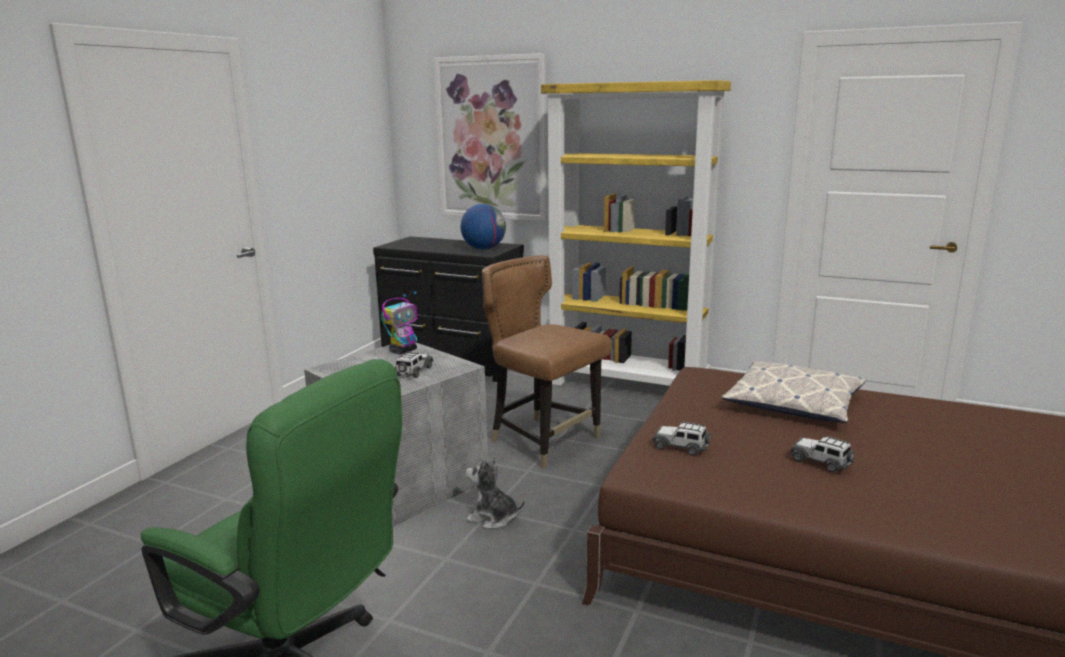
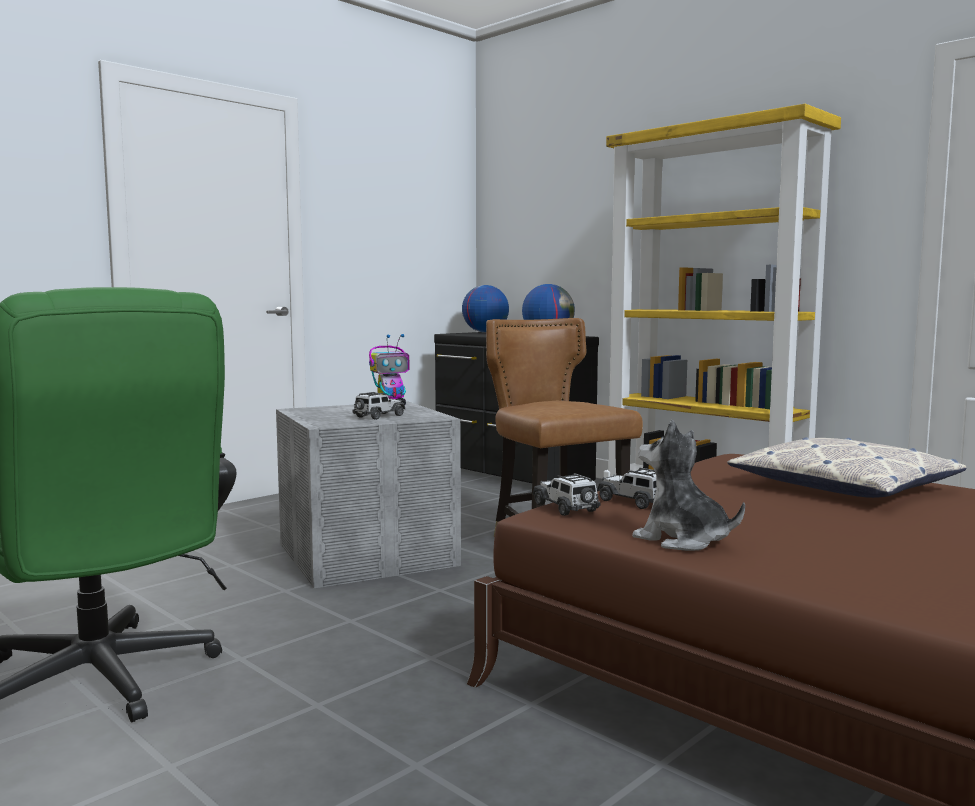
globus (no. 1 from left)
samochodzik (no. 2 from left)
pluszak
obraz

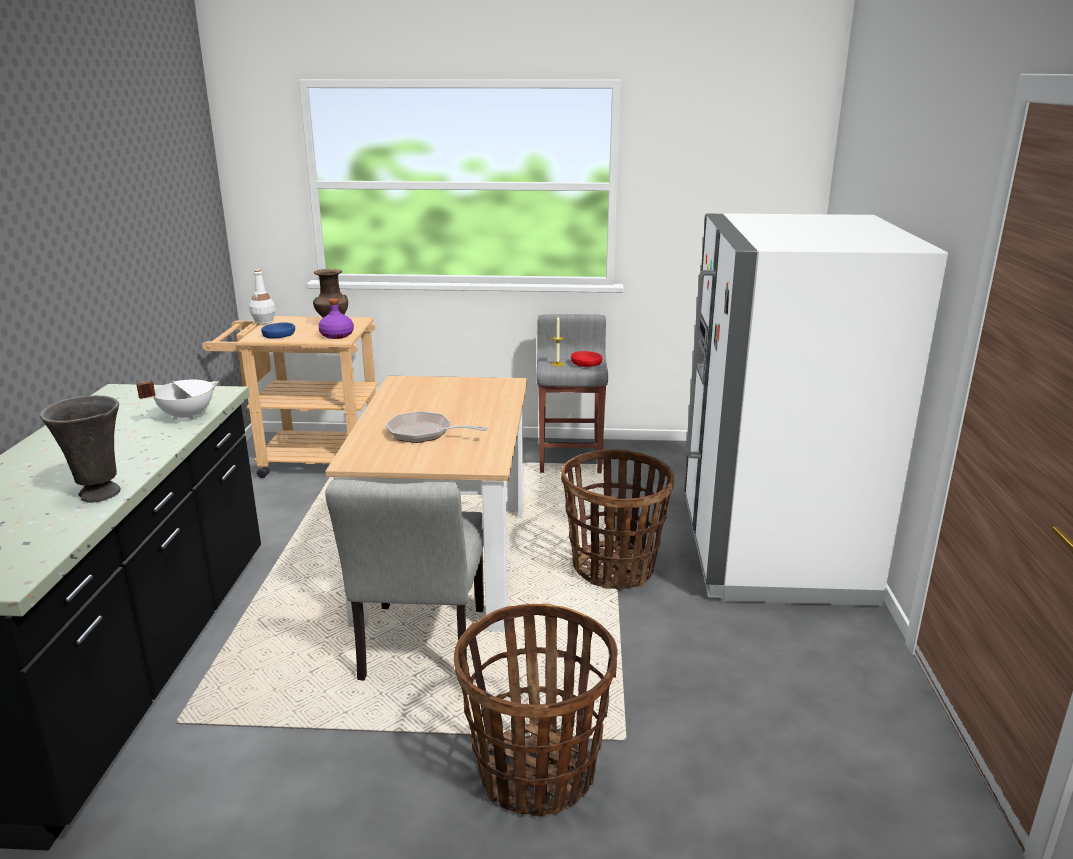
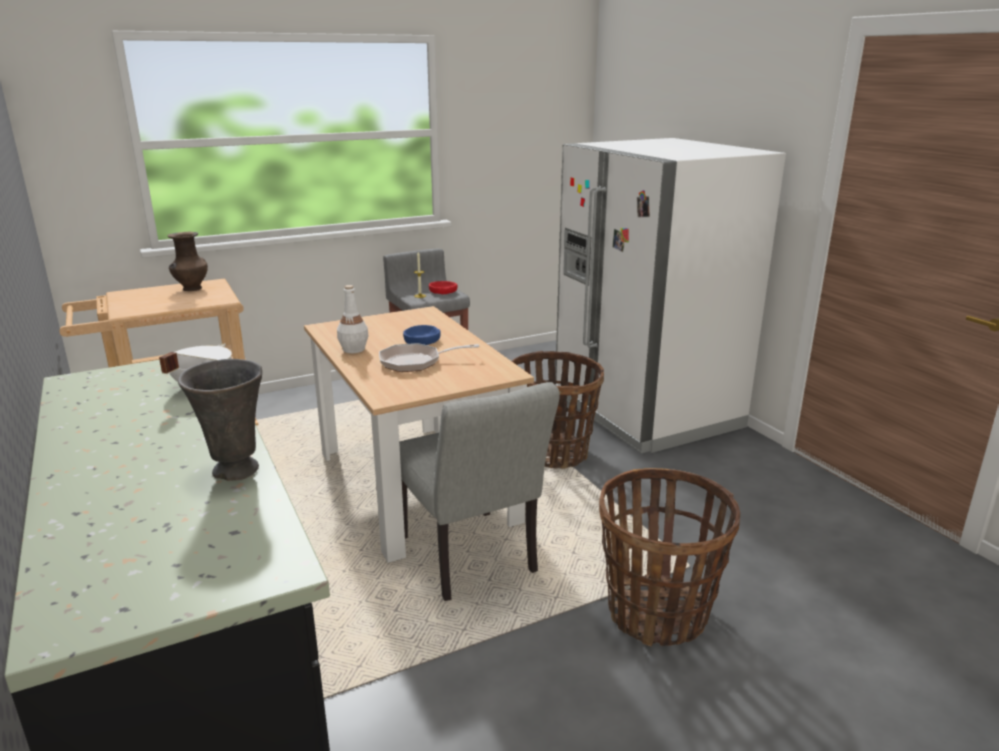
butelka/biały
miska/niebieski
butelka/fioletowy

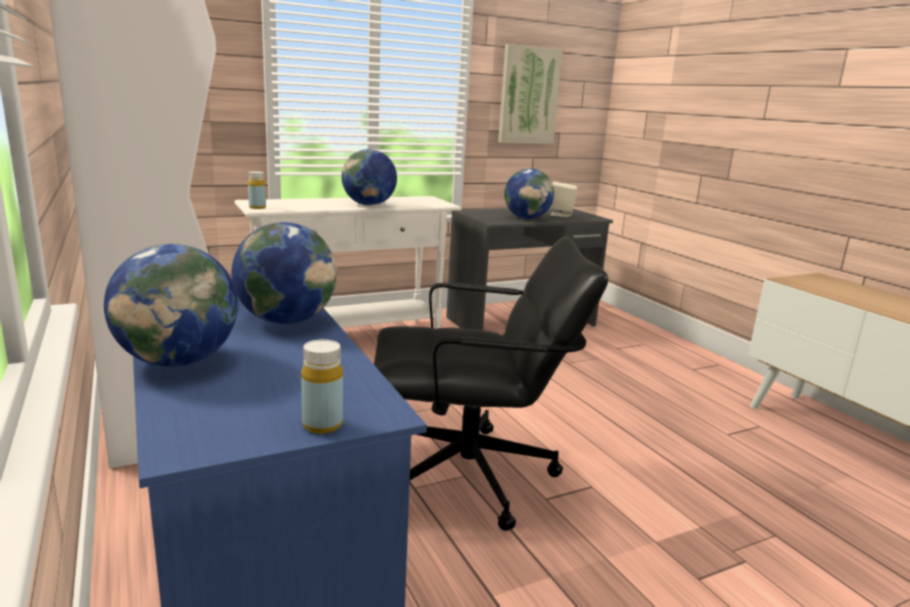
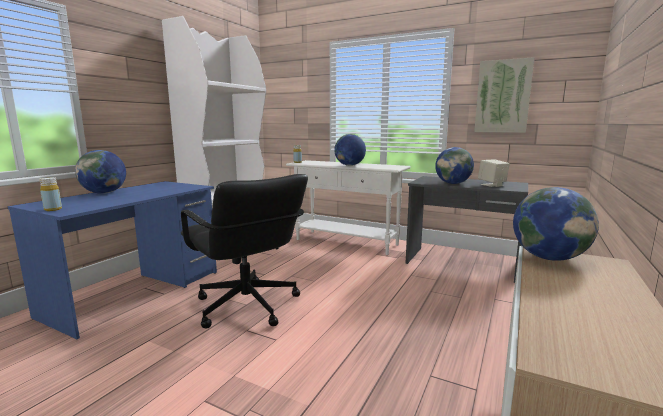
globus (no. 4 from left)

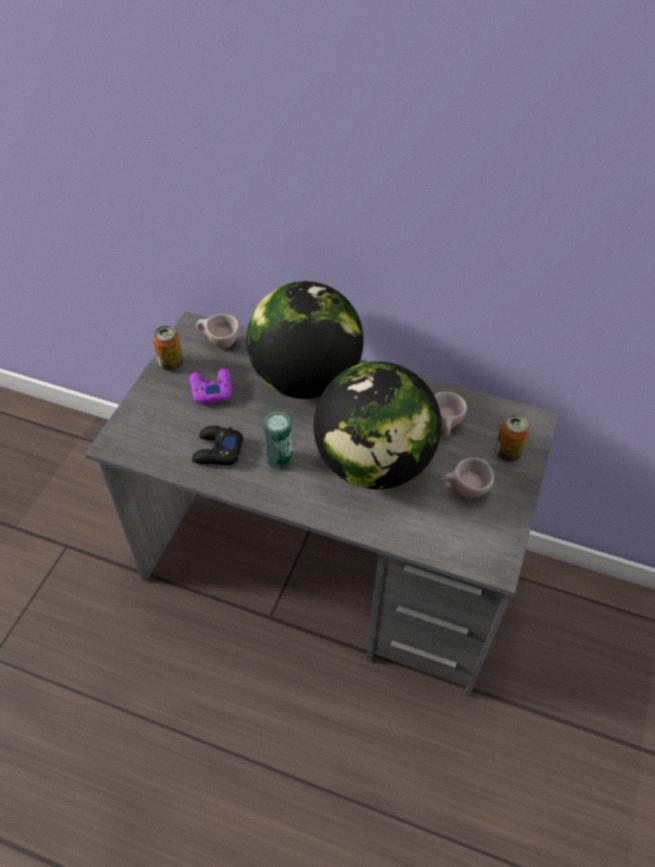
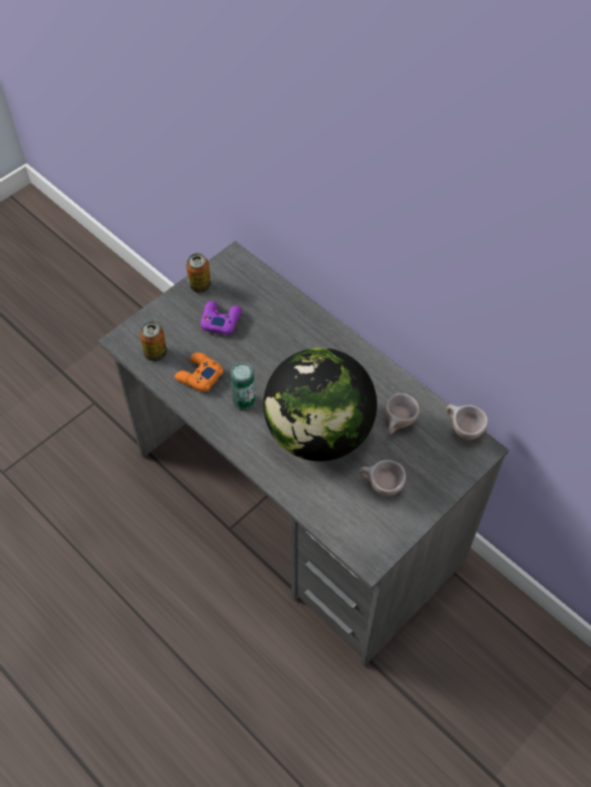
puszka (no. 1 from left)
pad do gier/pomarańczowy
filiżanka/beżowy (no. 3 from left)
globus (no. 1 from left in the first image)

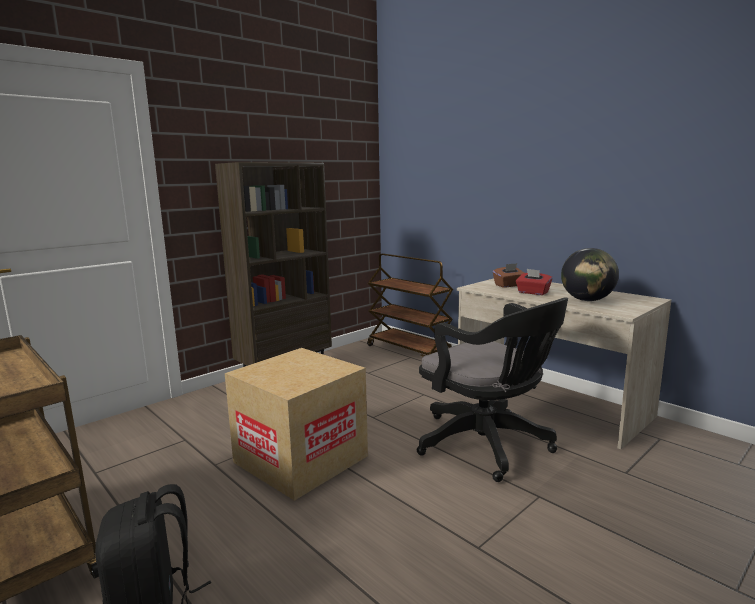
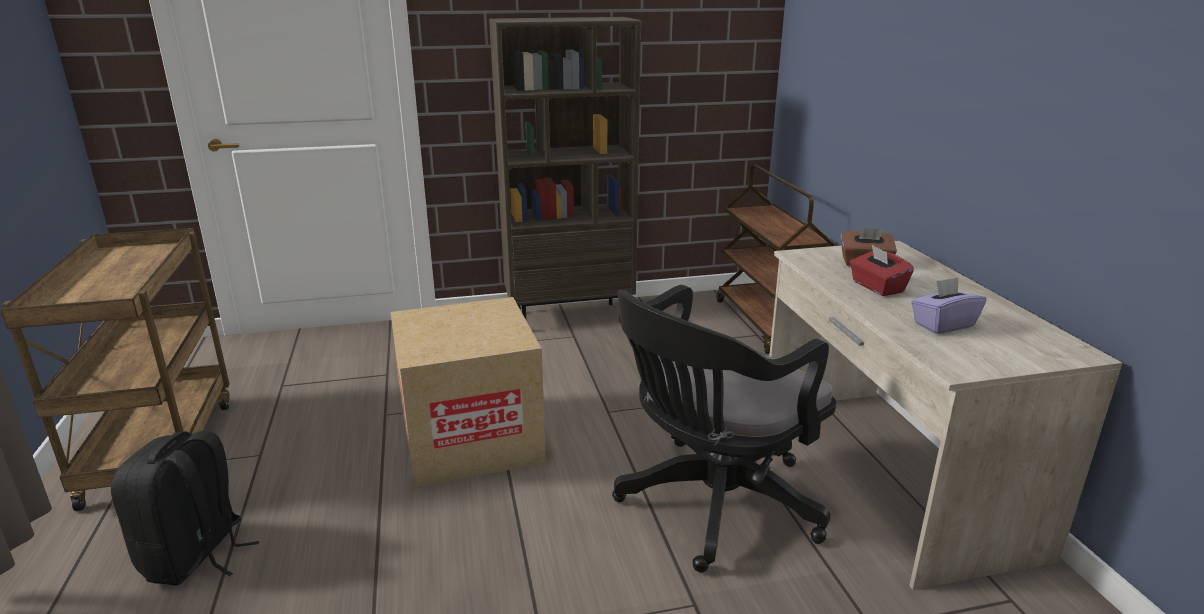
krzesło biurowe/czarny
pudełko chusteczek/fioletowy

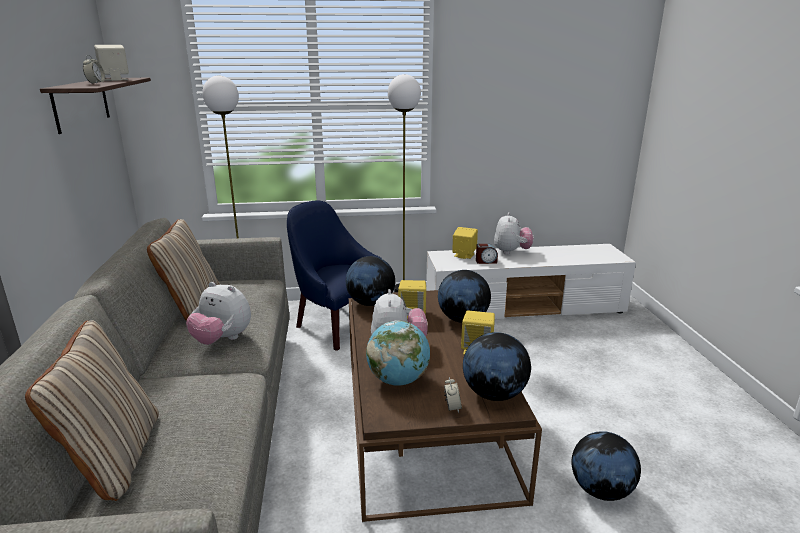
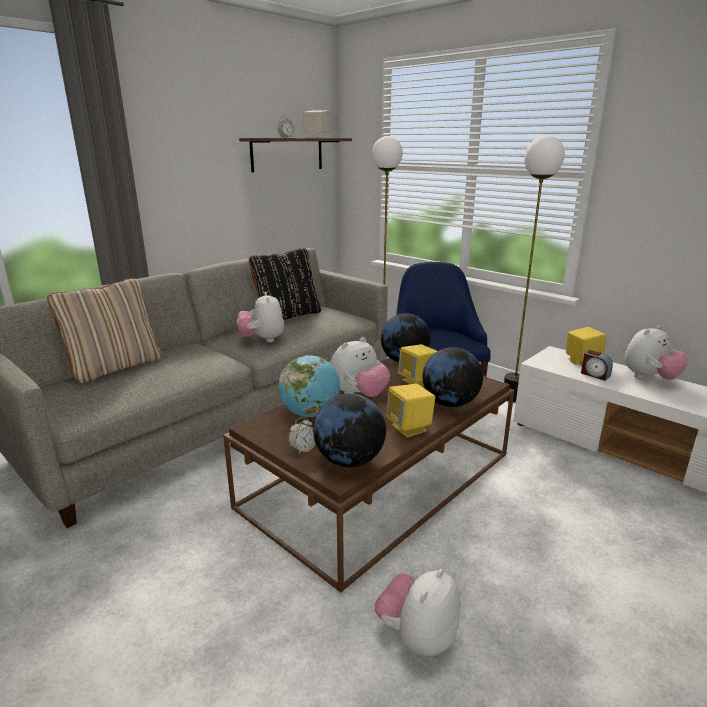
poduszka/czarny
pluszak (no. 3 from left)

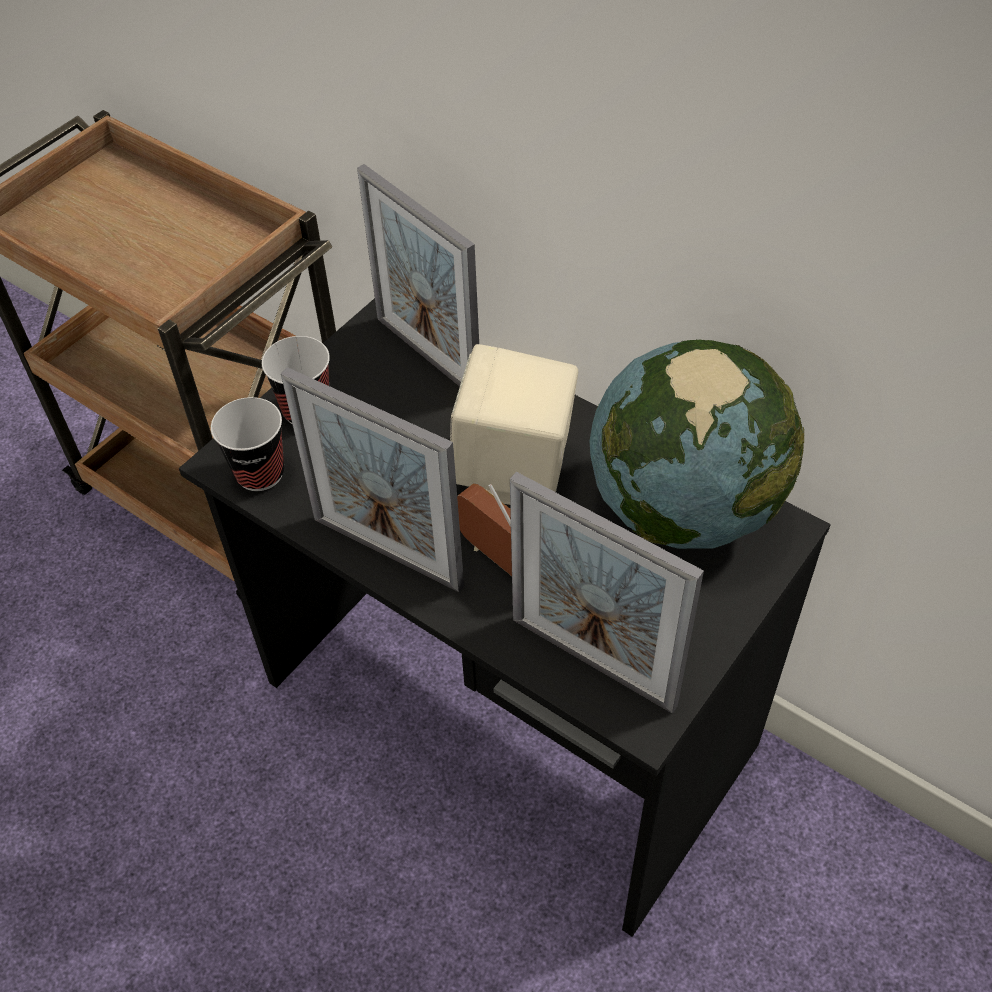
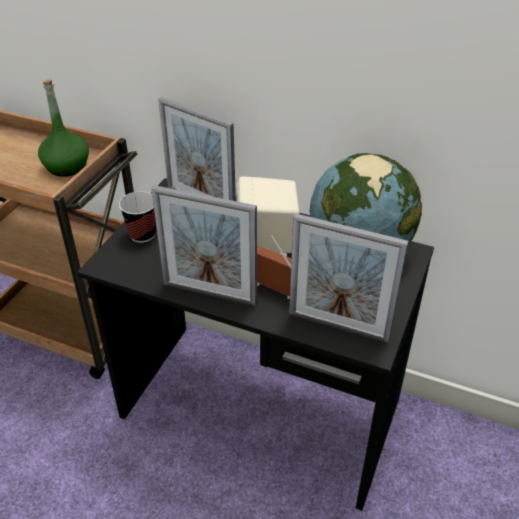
butelka/zielony
filiżanka (no. 1 from left in the first image)

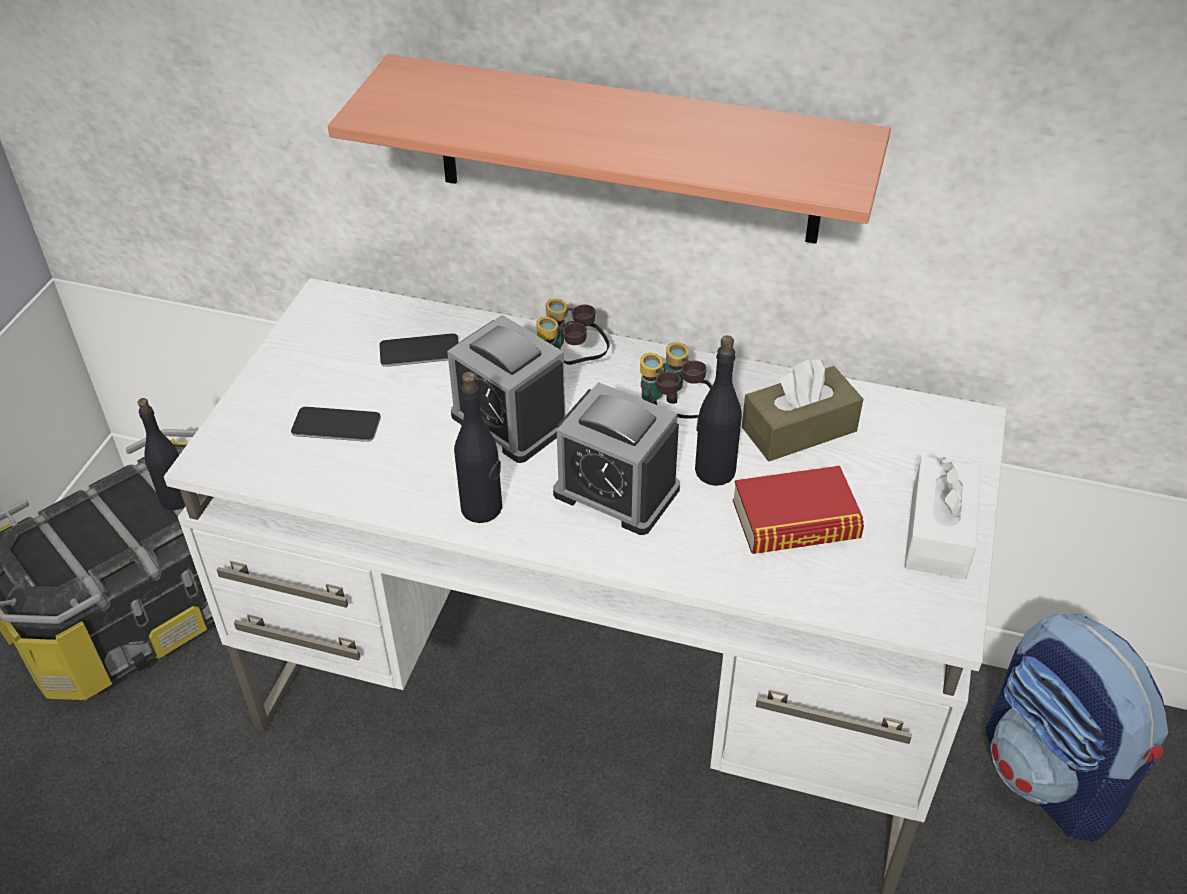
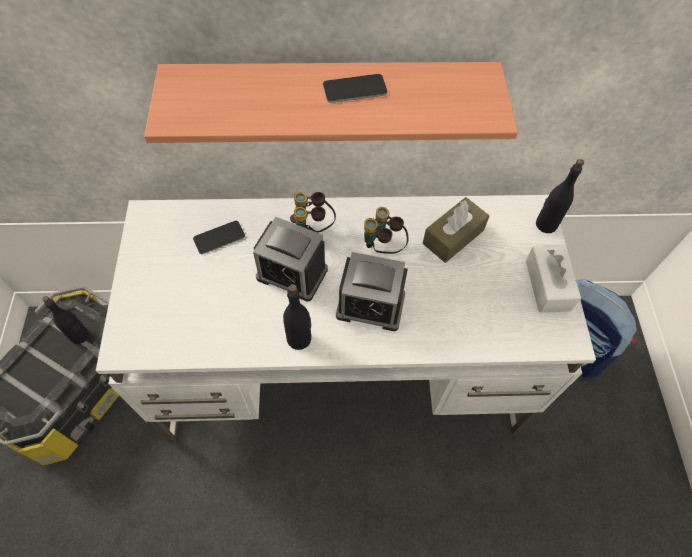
telefon (no. 2 from left)
butelka/czarny (no. 3 from left)
książka

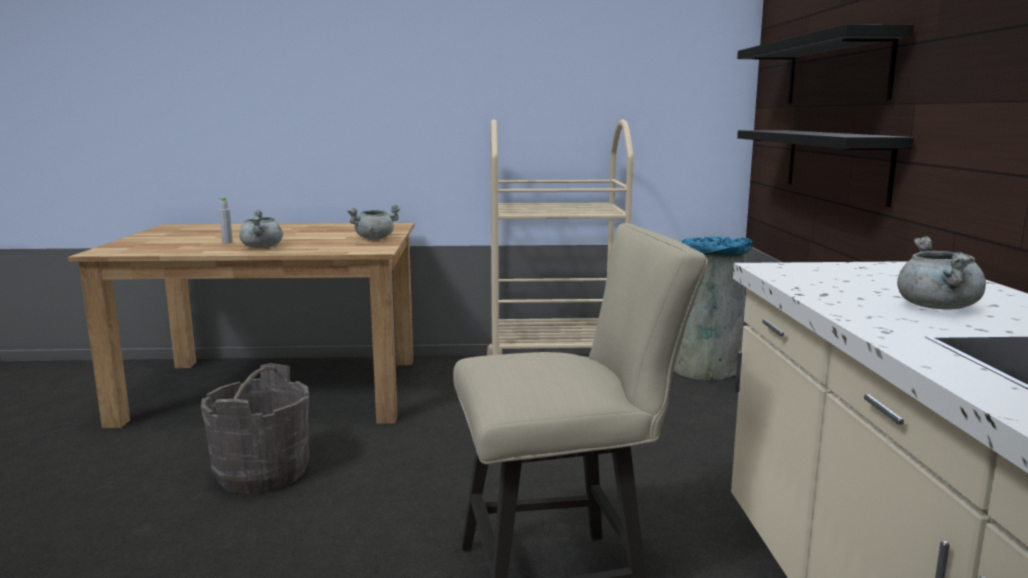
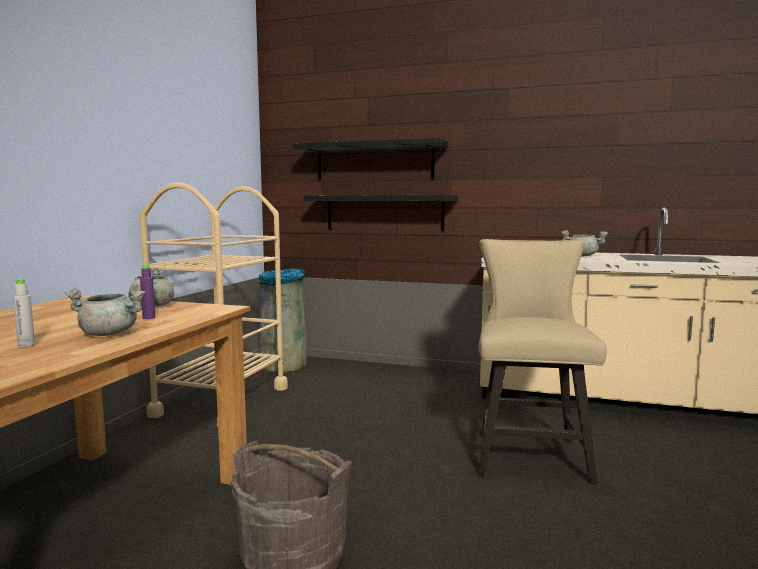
butelka/fioletowy

